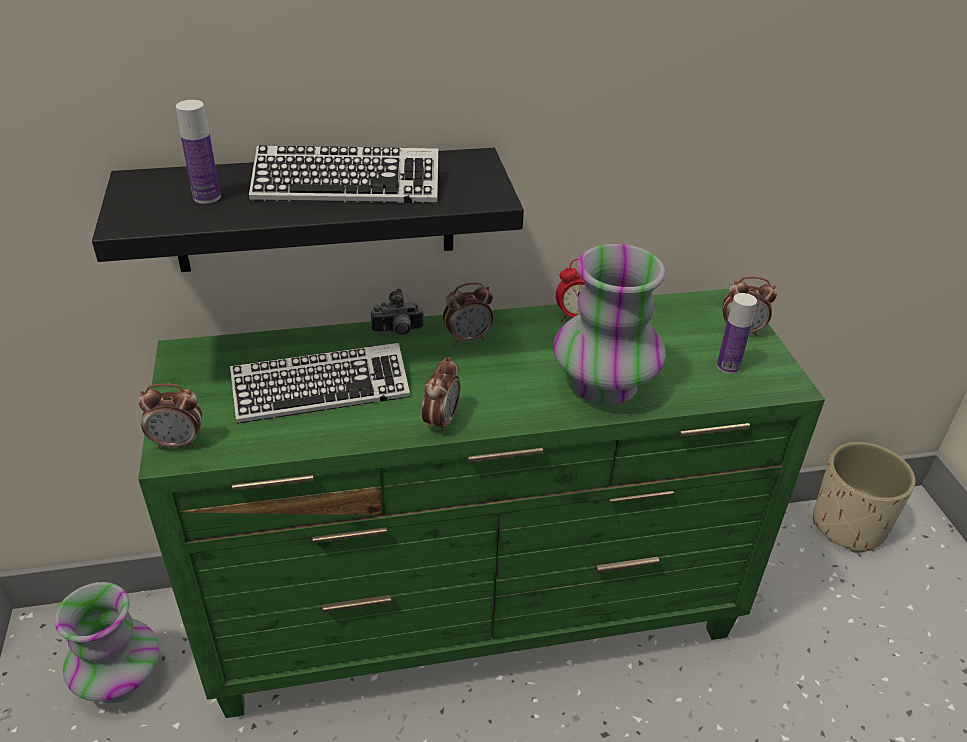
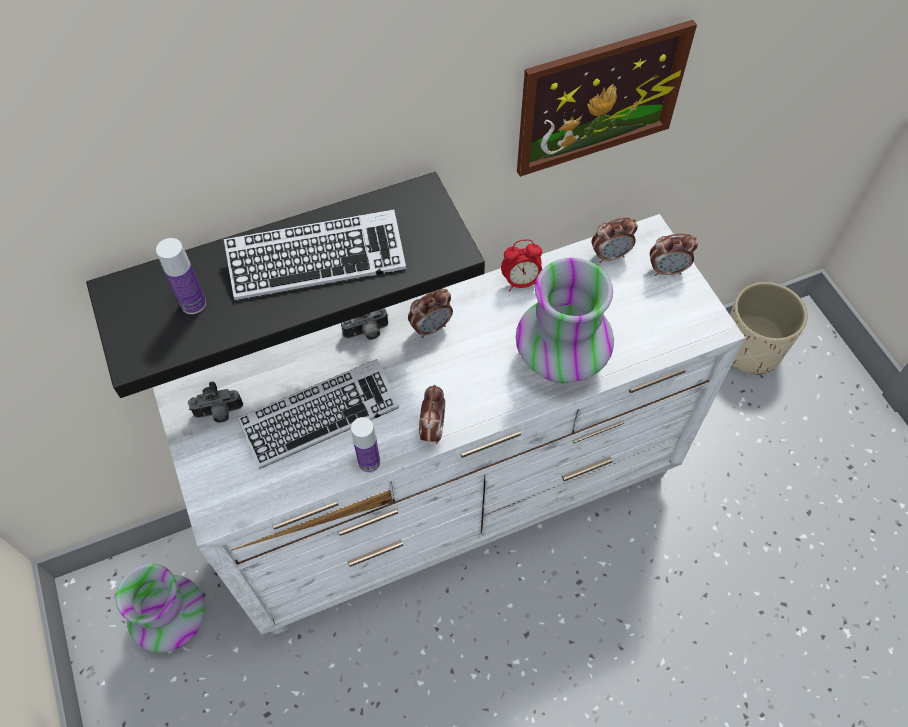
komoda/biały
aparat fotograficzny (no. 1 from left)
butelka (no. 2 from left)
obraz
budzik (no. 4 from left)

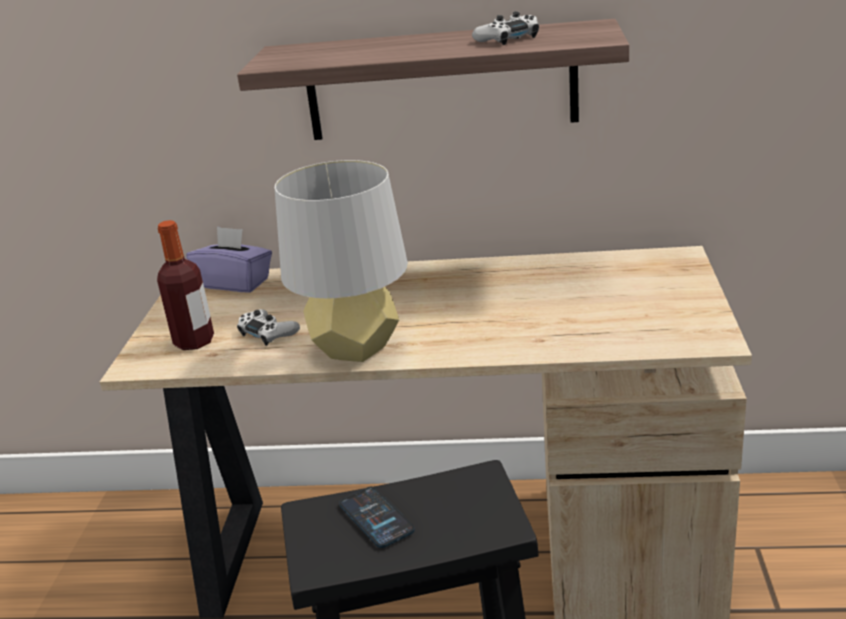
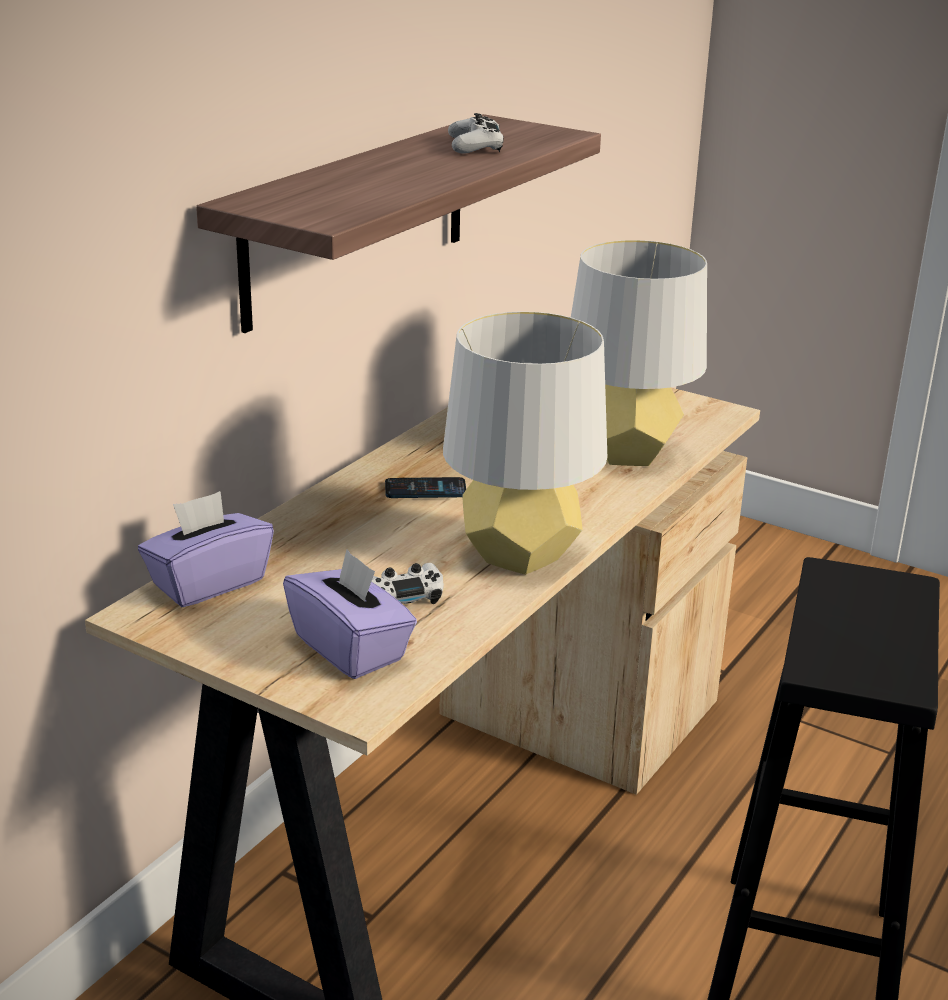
pudełko chusteczek/fioletowy (no. 2 from left)
telefon
lampa stołowa/szary (no. 2 from left)

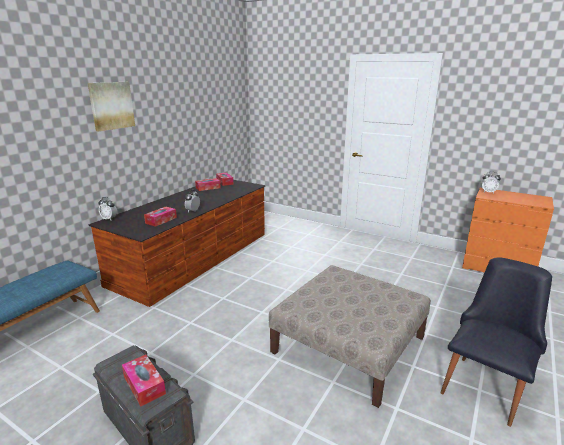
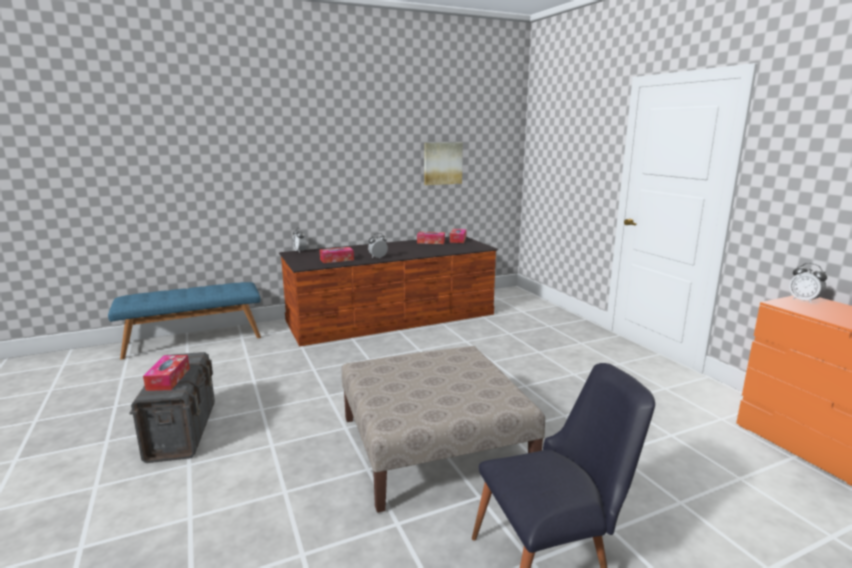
obraz

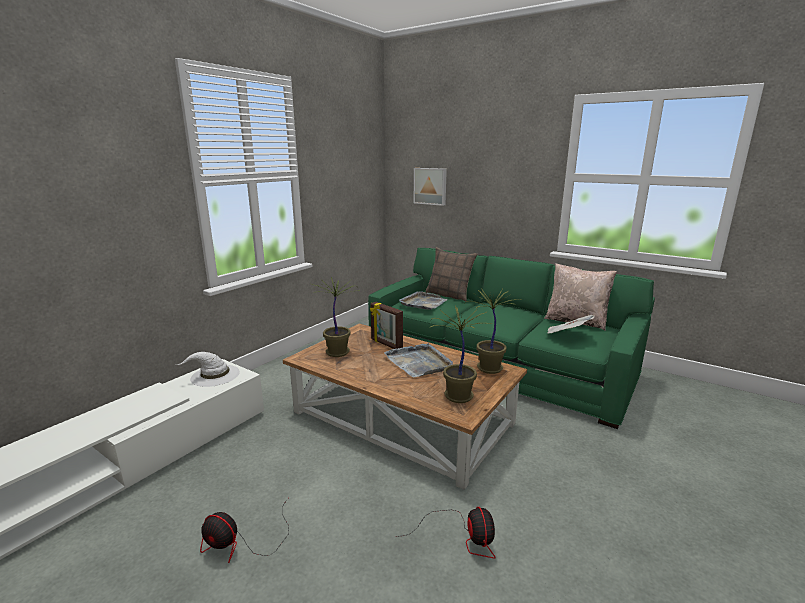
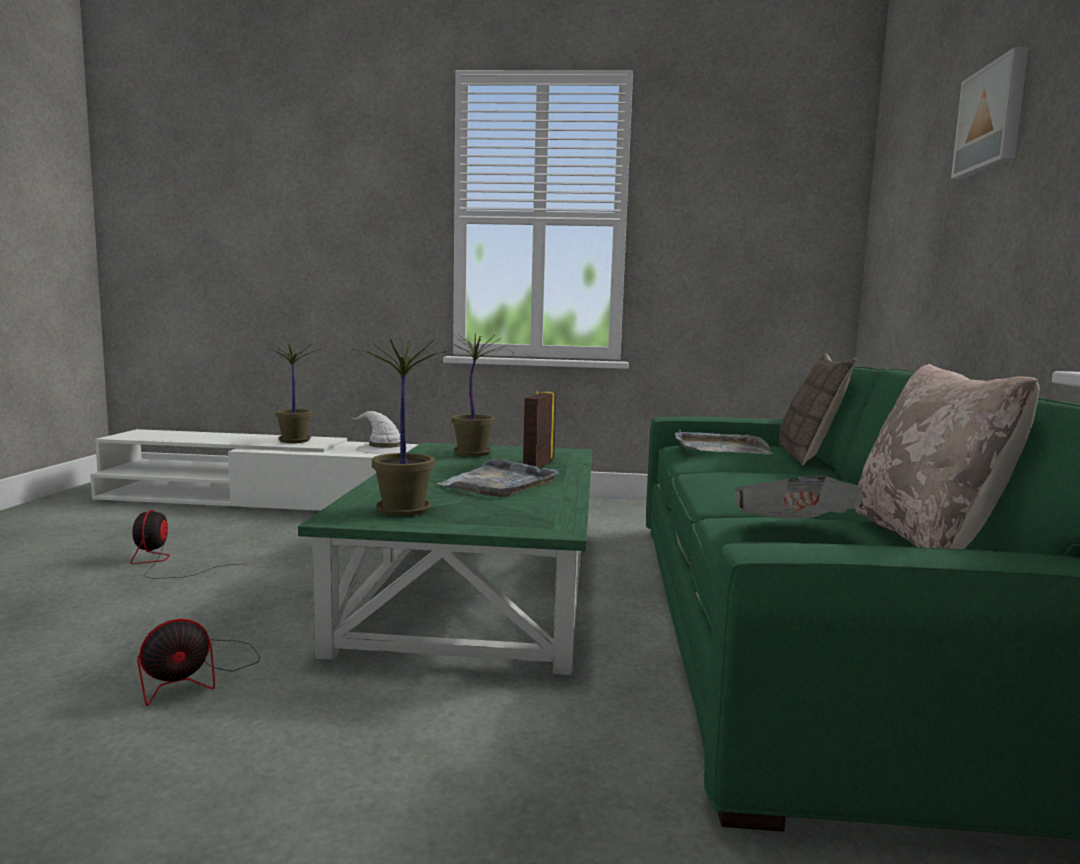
roślina doniczkowa (no. 1 from left)
ława/zielony
obraz

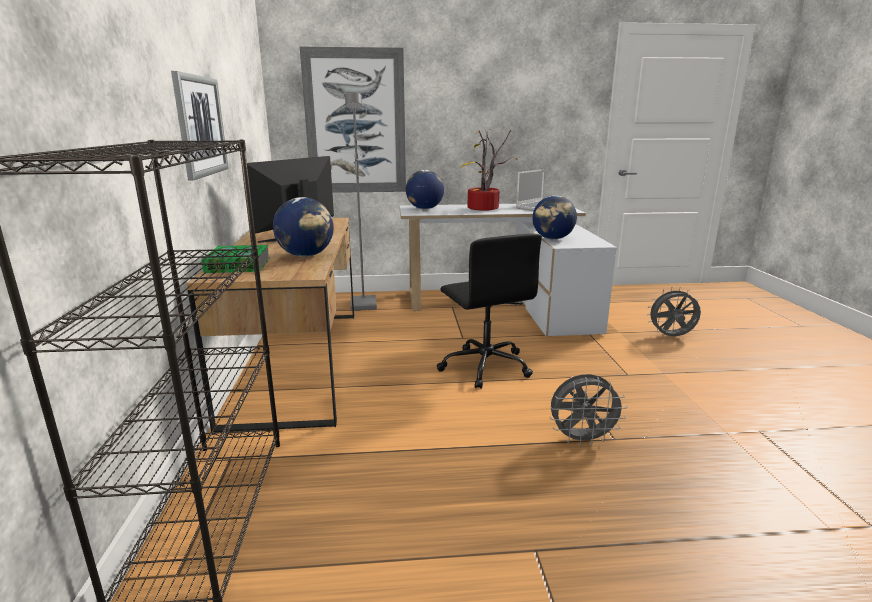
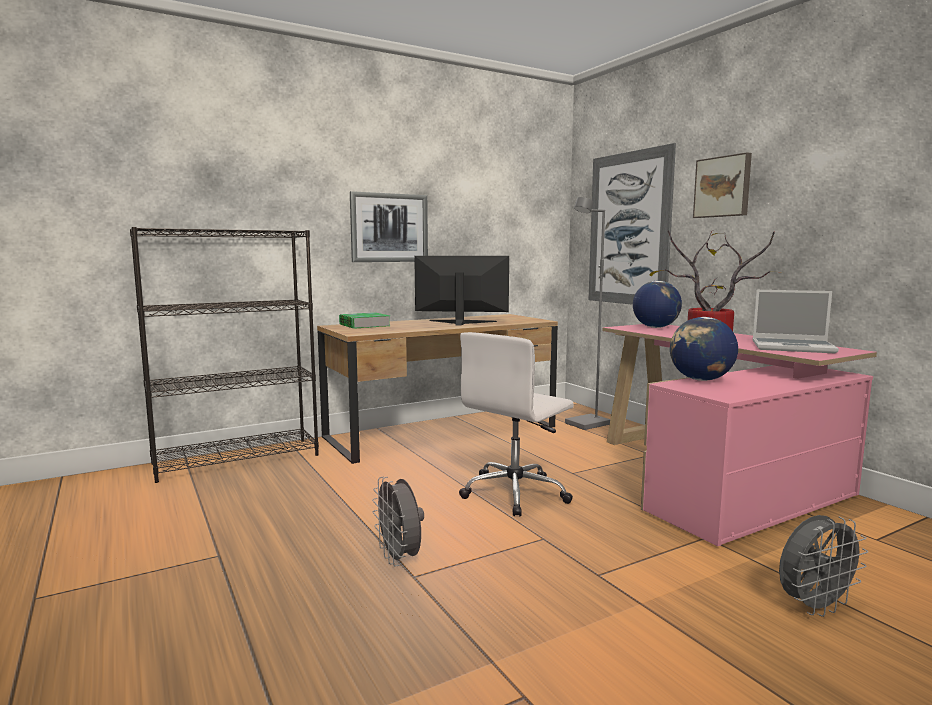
krzesło biurowe/biały
biurko/różowy
obraz (no. 3 from left)
wentylator/szary (no. 2 from left)
globus (no. 1 from left in the first image)

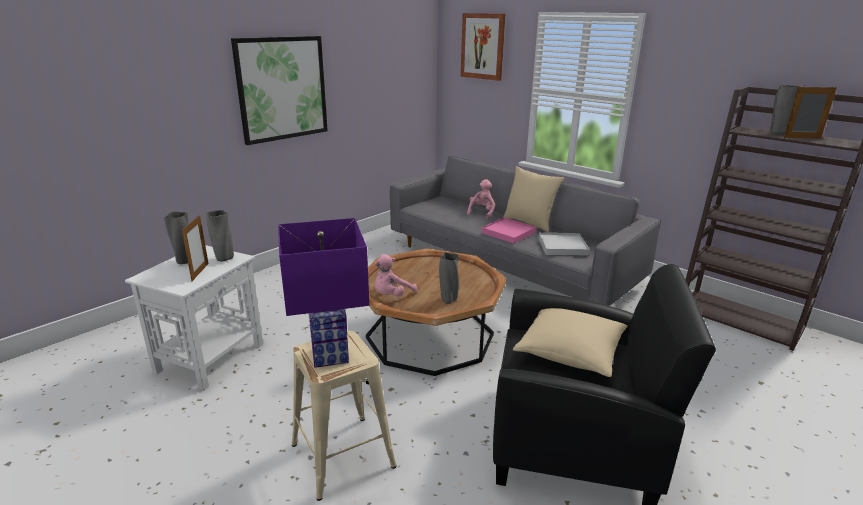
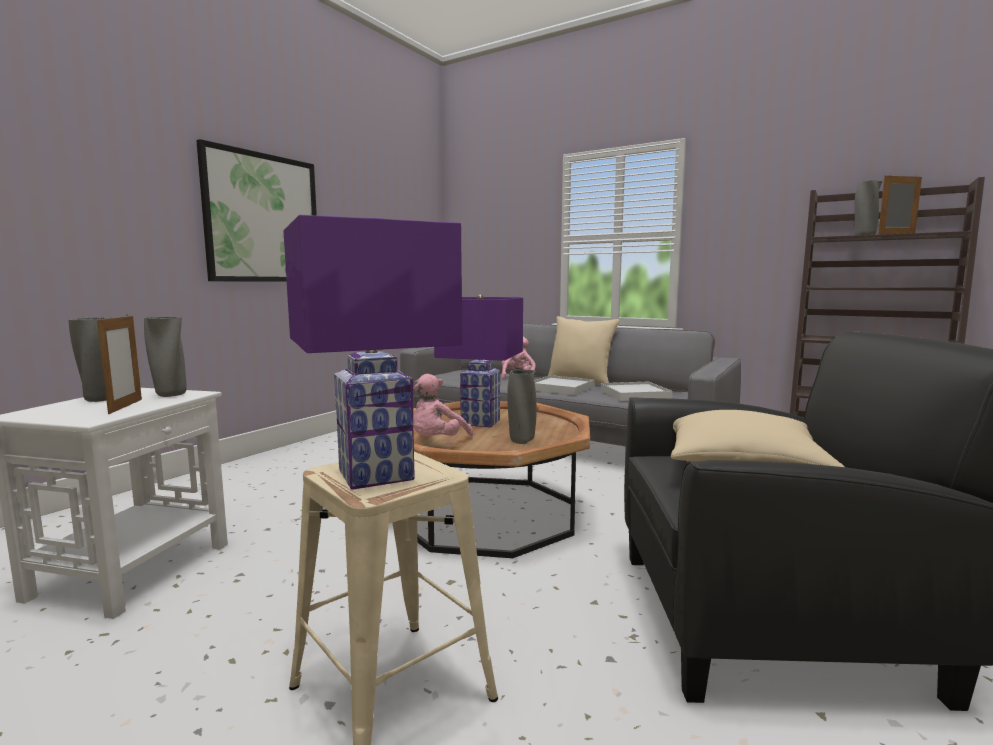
lampa stołowa/fioletowy (no. 2 from left)
taca/biały (no. 1 from left)
obraz (no. 2 from left in the first image)

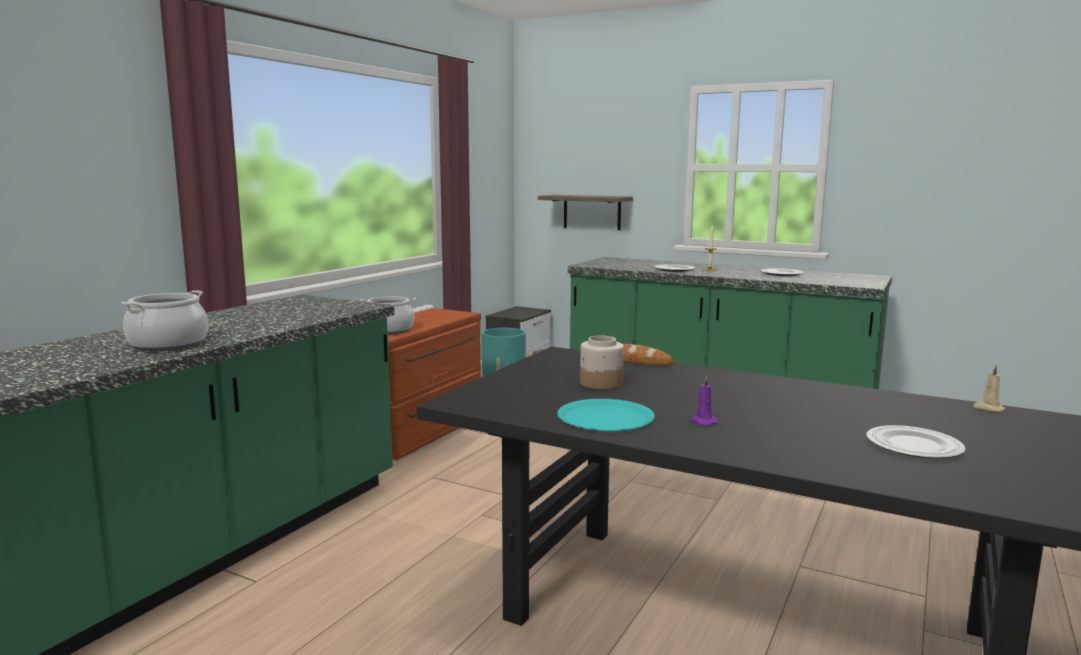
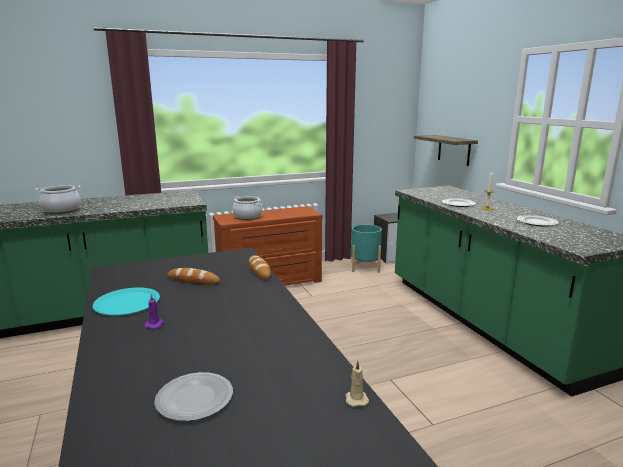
chleb (no. 1 from left)

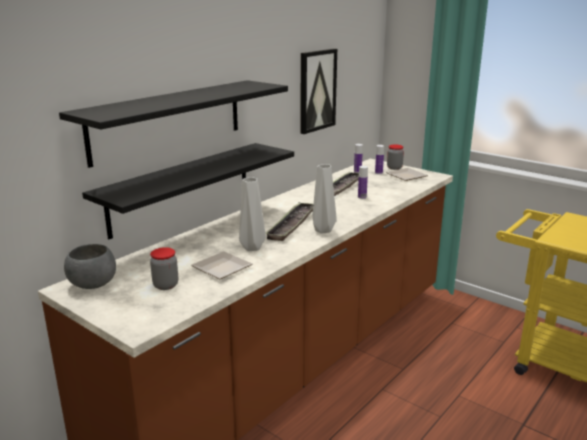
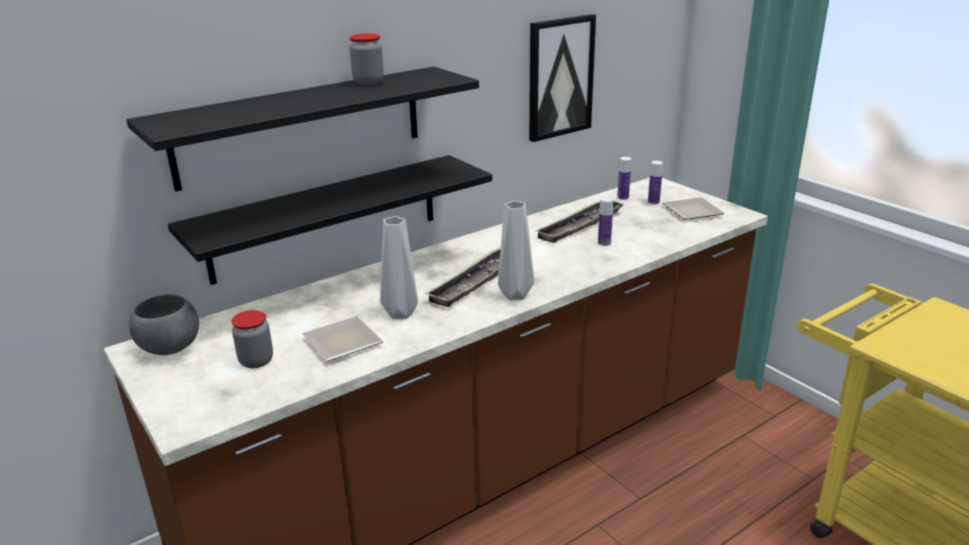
słoik (no. 2 from left)

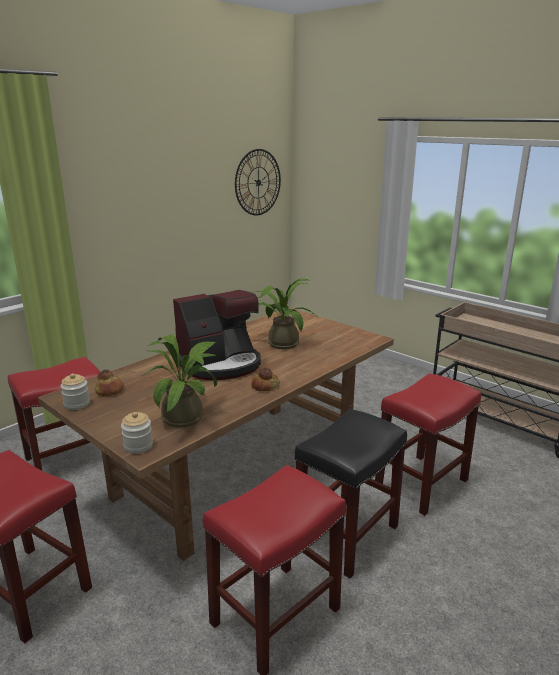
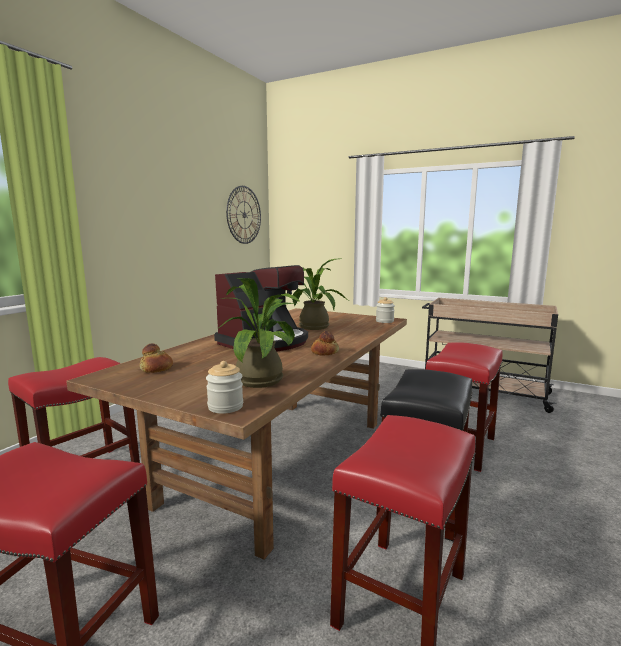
słoik (no. 2 from left)

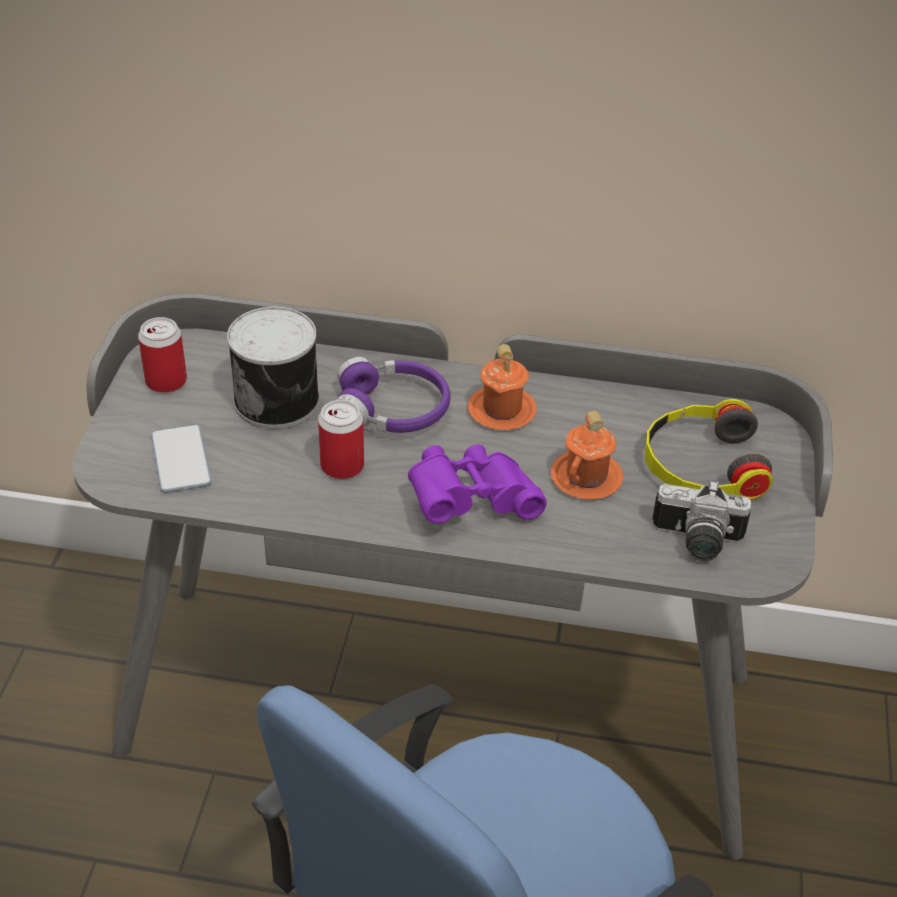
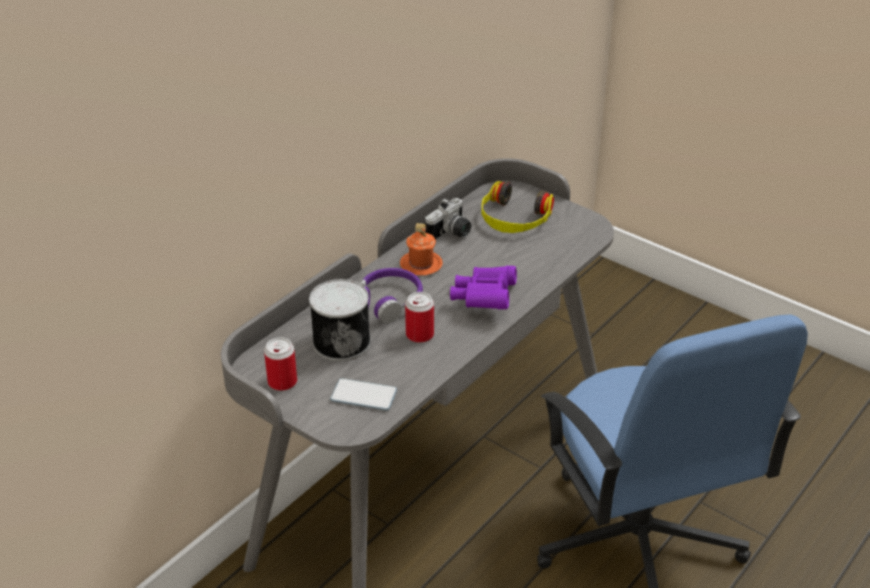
aparat fotograficzny
kubek/pomarańczowy (no. 2 from left in the first image)

